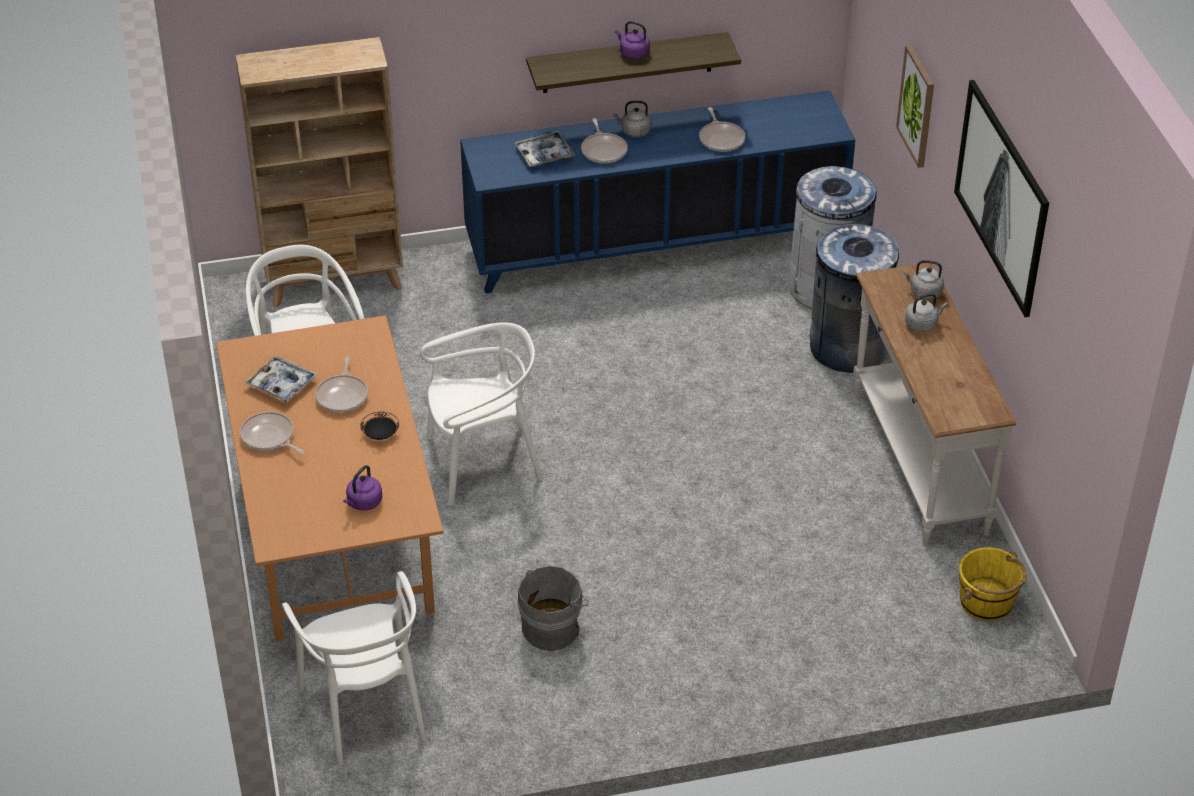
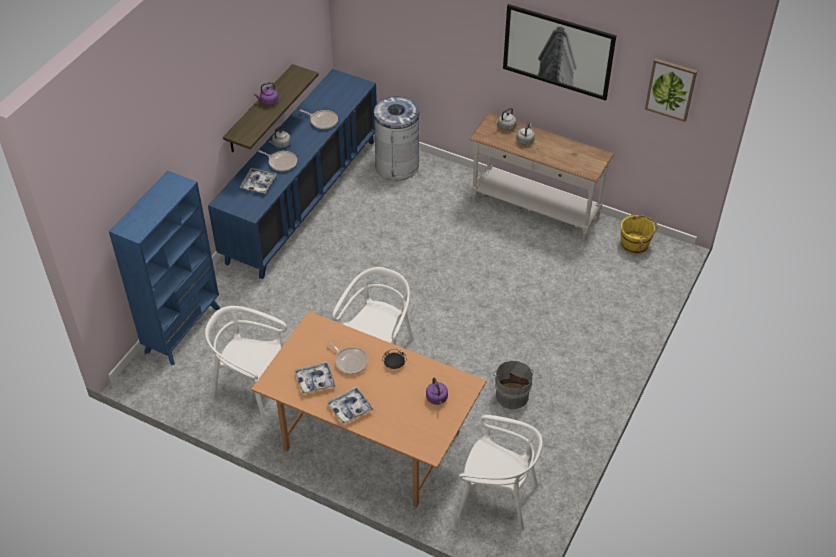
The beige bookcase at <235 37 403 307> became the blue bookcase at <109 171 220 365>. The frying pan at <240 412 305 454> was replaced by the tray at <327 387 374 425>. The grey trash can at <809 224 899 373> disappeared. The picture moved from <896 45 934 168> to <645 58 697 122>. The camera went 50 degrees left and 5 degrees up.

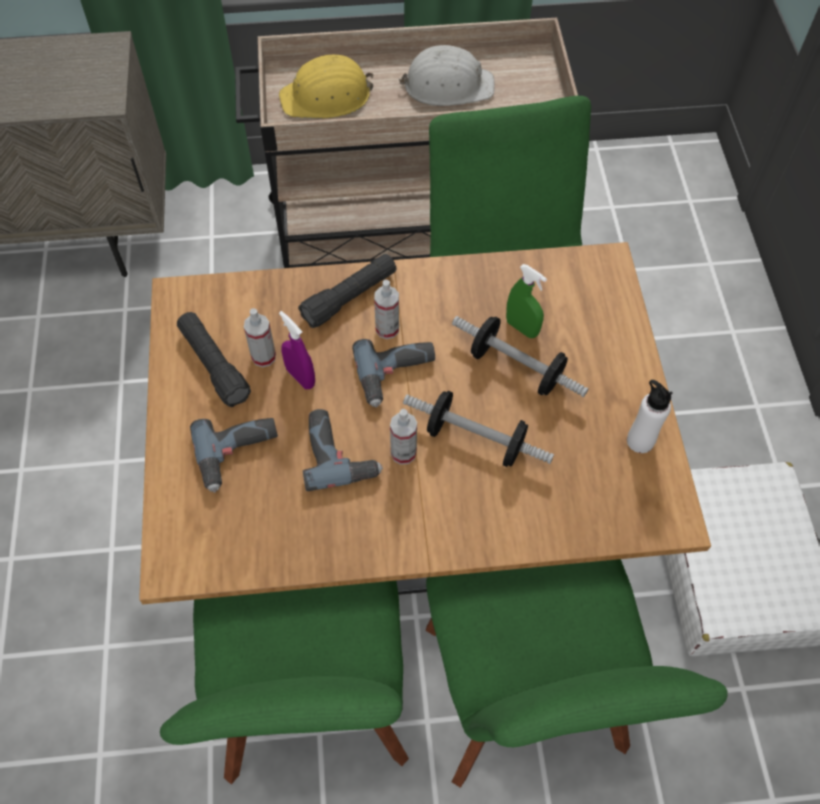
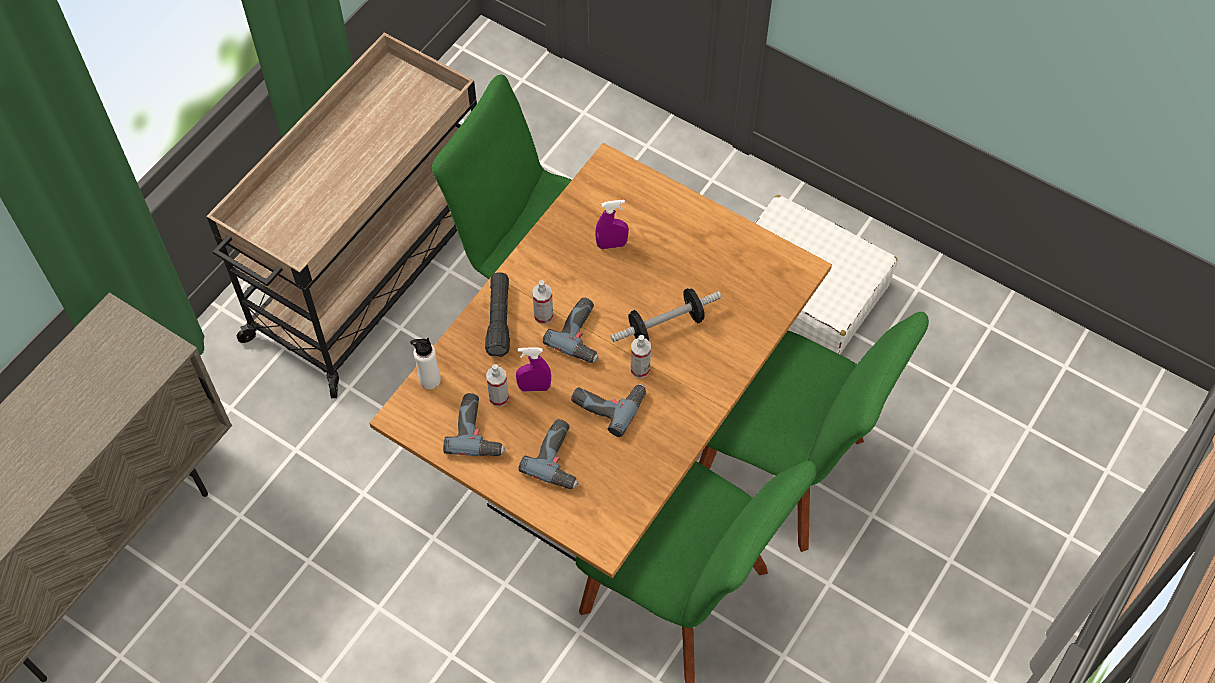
The black flashlight at <177 312 251 407> was replaced by the power drill at <443 393 506 456>. The yellow hard hat at <279 55 374 119> disappeared. The white hard hat at <399 45 495 106> disappeared. The dumbbell at <452 316 589 397> disappeared. The green spray bottle at <506 264 547 338> became the purple spray bottle at <595 200 629 249>. The white bottle moved from <627 380 672 453> to <410 338 441 389>. The camera went 50 degrees left and 0 degrees up.

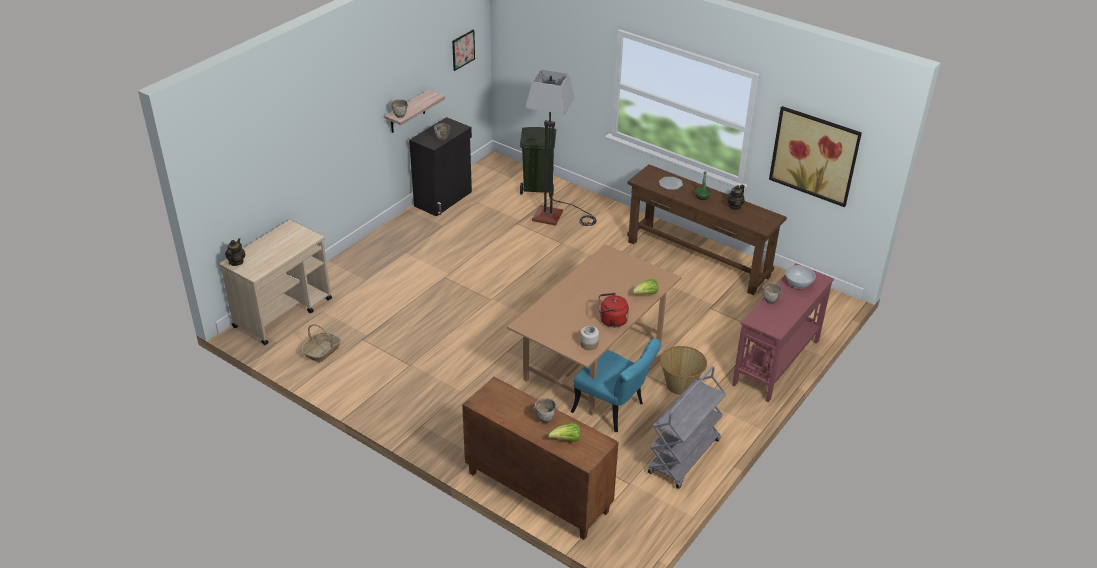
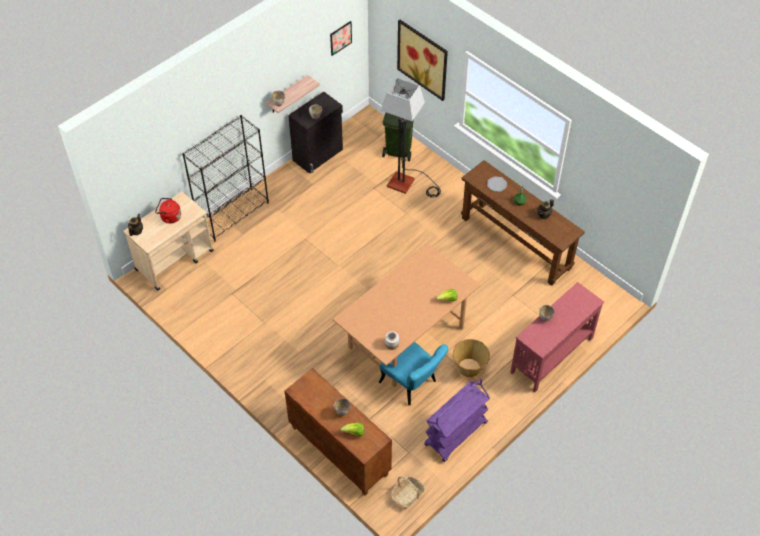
The basket moved from <301 324 341 363> to <391 476 425 509>. The red kettle moved from <599 293 629 327> to <155 198 181 224>. The grey cart at <647 366 726 489> became the purple cart at <424 379 490 462>. The picture moved from <769 106 862 207> to <397 20 448 101>. The white bowl at <785 265 816 289> disappeared. The black bookcase at <182 115 269 242> appeared. The camera went 10 degrees right and 15 degrees up.

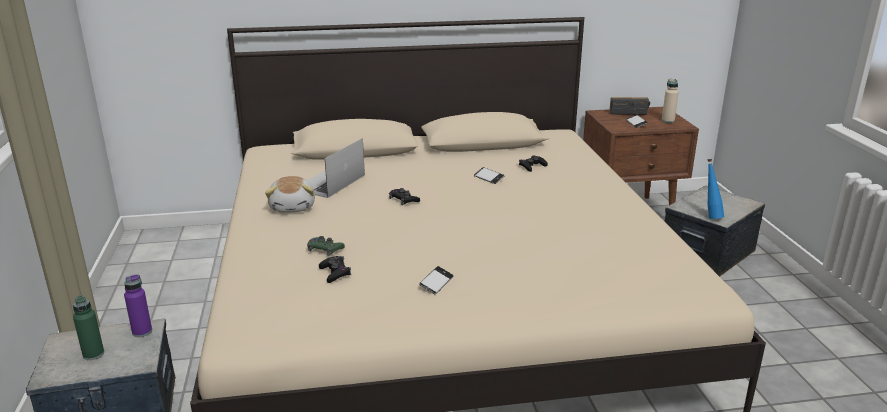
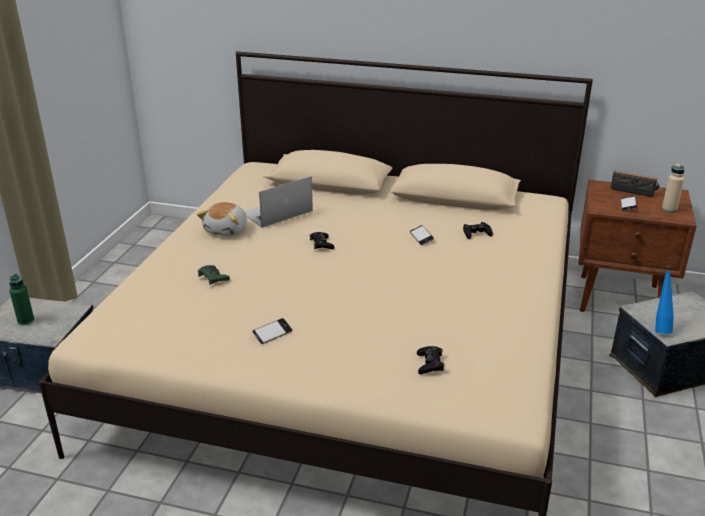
The purple bottle at <124 274 152 337> disappeared. The black game controller moved from <319 256 351 283> to <417 346 444 374>. The camera went 25 degrees right and 5 degrees up.

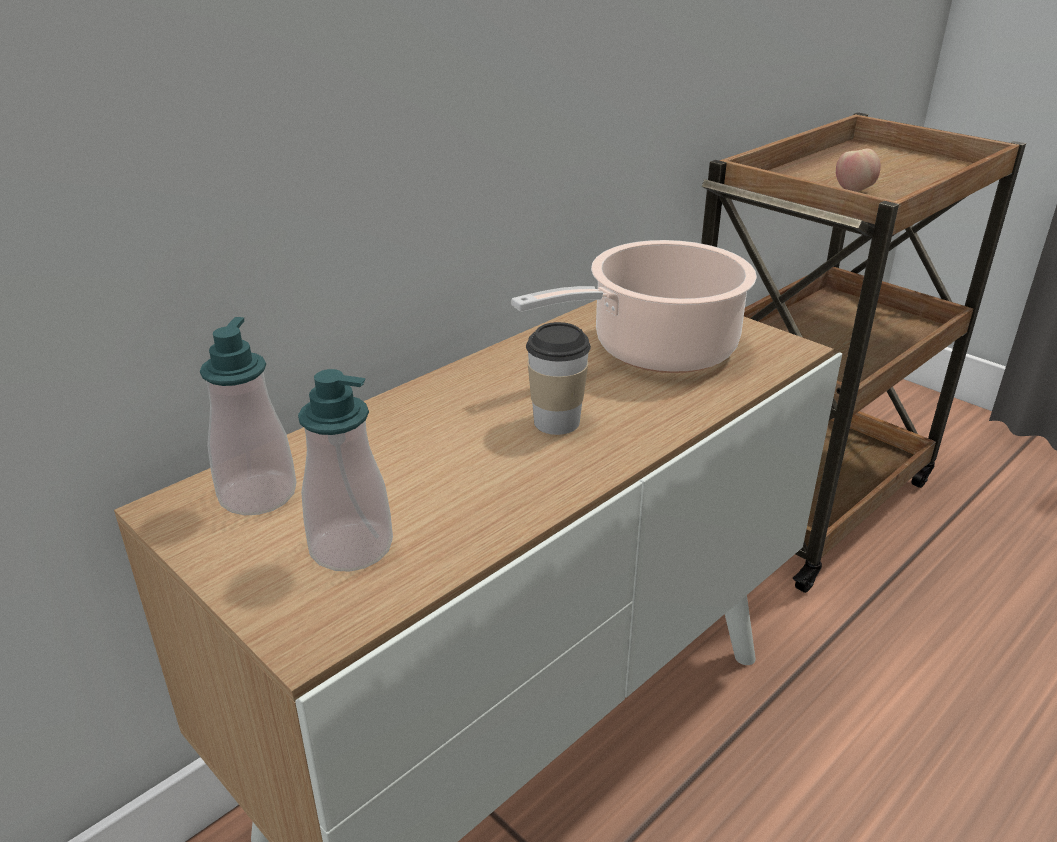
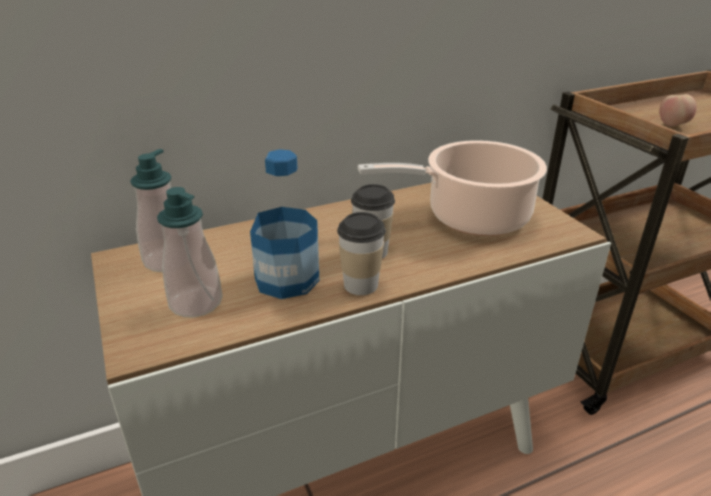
The bottle at <250 149 319 299> appeared. The cup at <337 212 386 295> appeared. The camera went 20 degrees right and 0 degrees up.

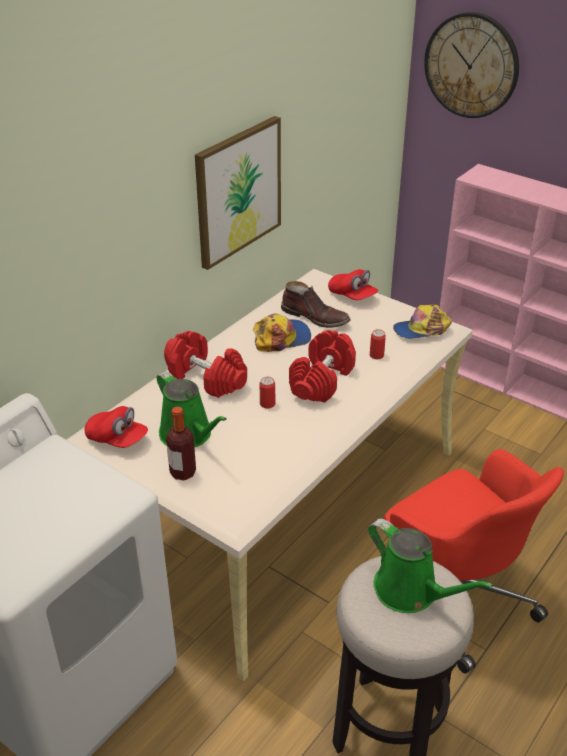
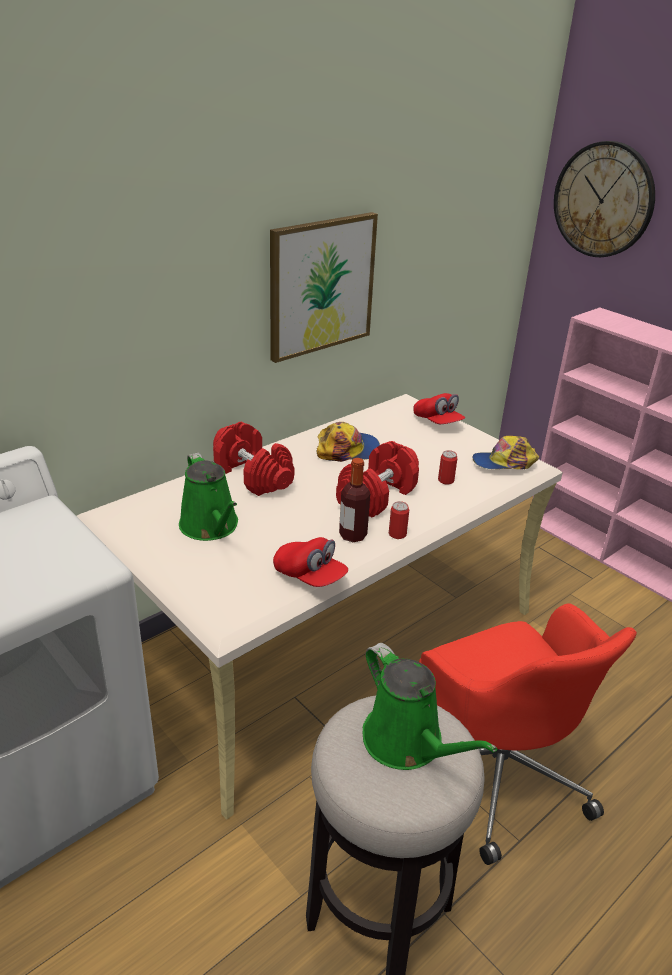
The red cap moved from <84 406 148 448> to <273 537 348 587>. The bottle moved from <166 407 196 480> to <339 458 370 542>. The can moved from <260 377 275 409> to <389 501 409 539>. The brown boot at <281 281 351 328> disappeared. The camera went 10 degrees right and 5 degrees down.

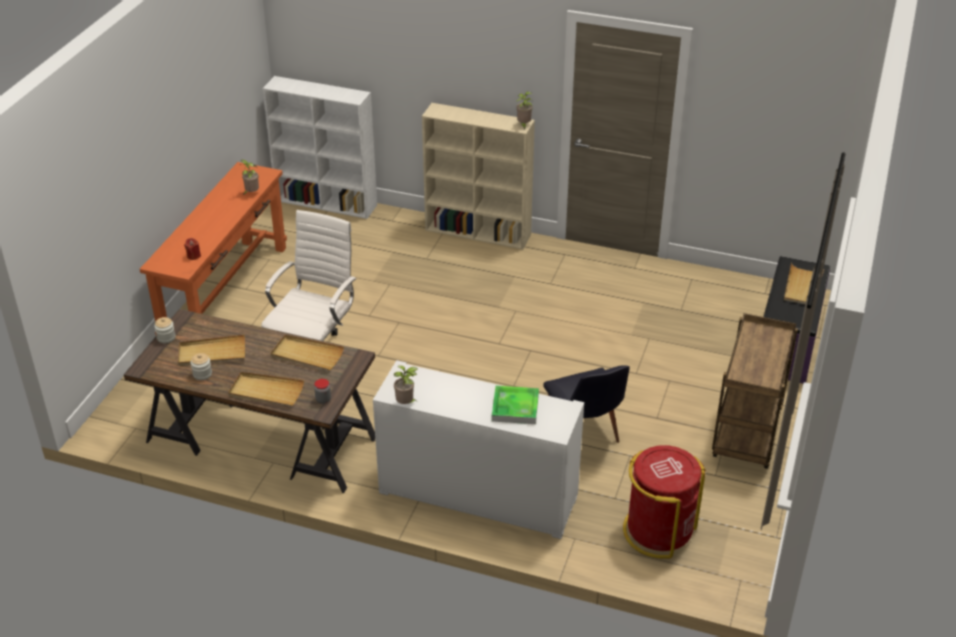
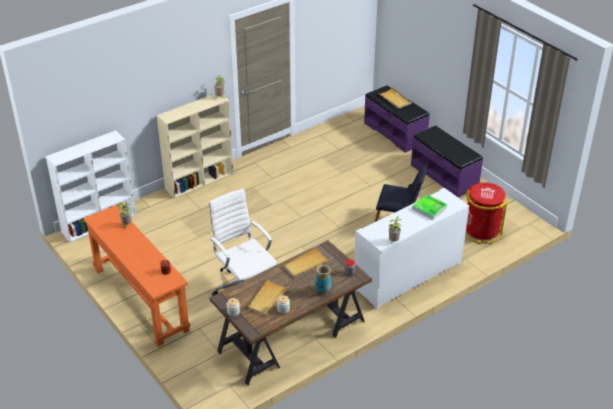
The beige tray at <228 372 304 406> was replaced by the vase at <315 265 332 293>. The brown cart at <712 313 798 469> was replaced by the purple bench at <411 125 483 198>. The camera went 55 degrees left and 0 degrees up.

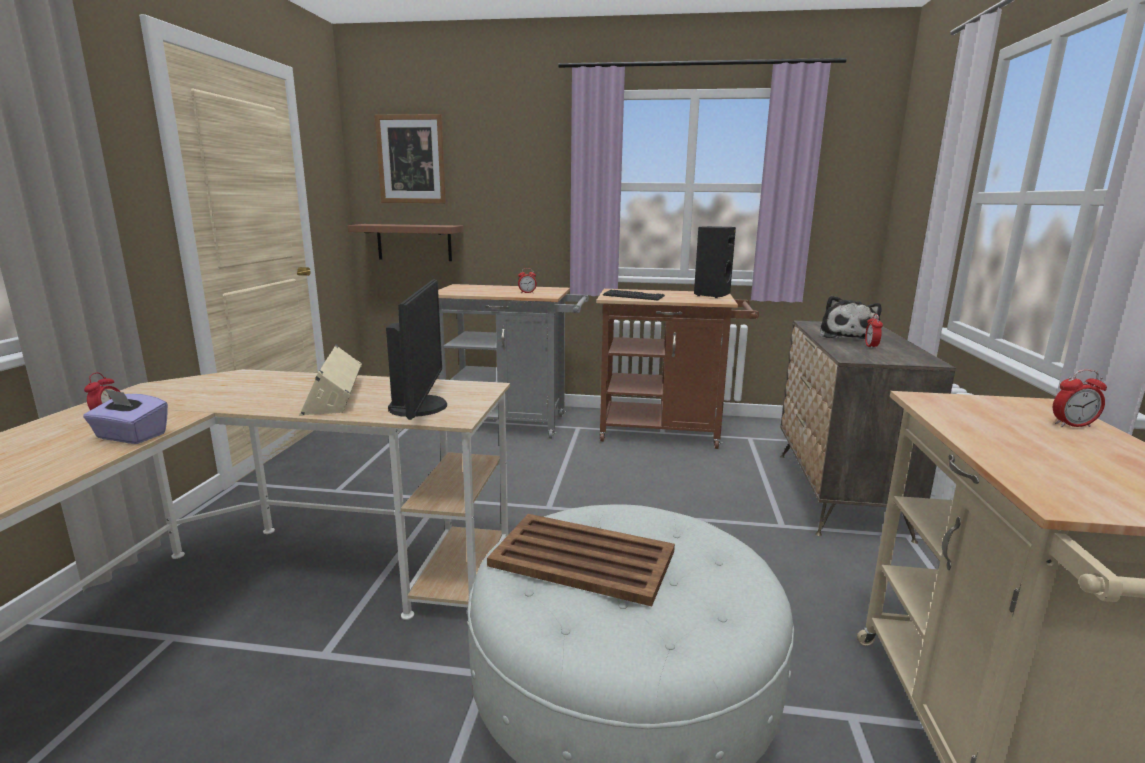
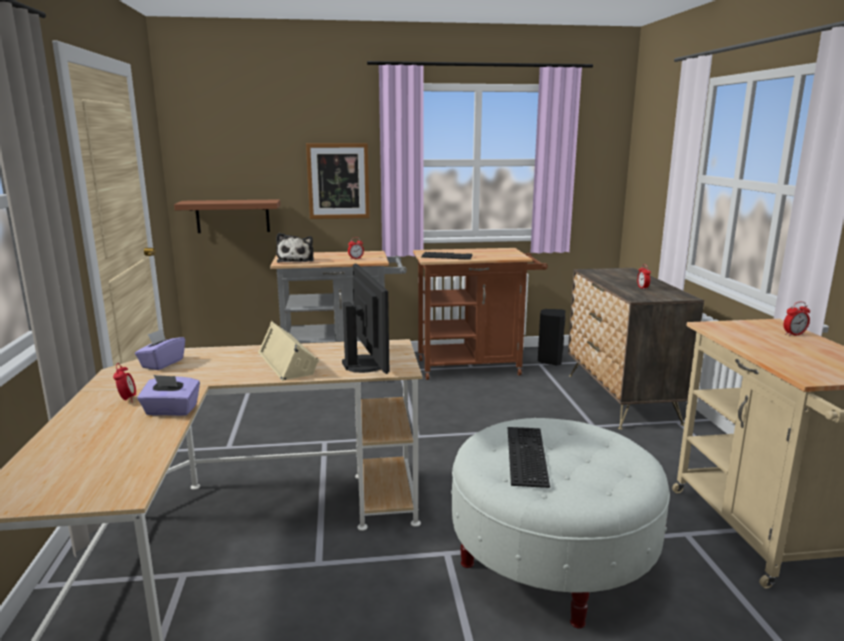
The picture moved from <375 114 446 203> to <306 143 370 219>. The brown tray at <487 514 675 606> was replaced by the keyboard at <508 427 550 488>. The black speaker moved from <694 226 736 298> to <538 309 565 365>. The plush toy moved from <820 296 882 339> to <276 233 314 263>. The purple tissue box at <135 329 185 370> appeared. The camera went 15 degrees left and 0 degrees up.

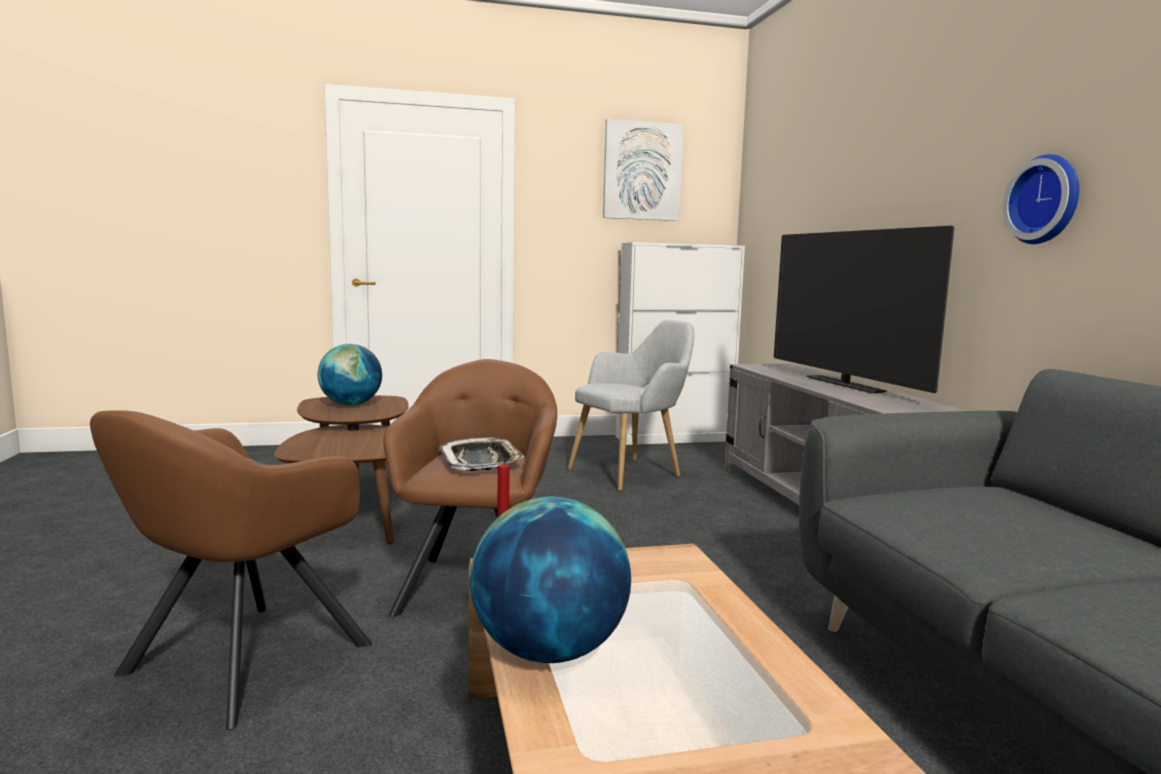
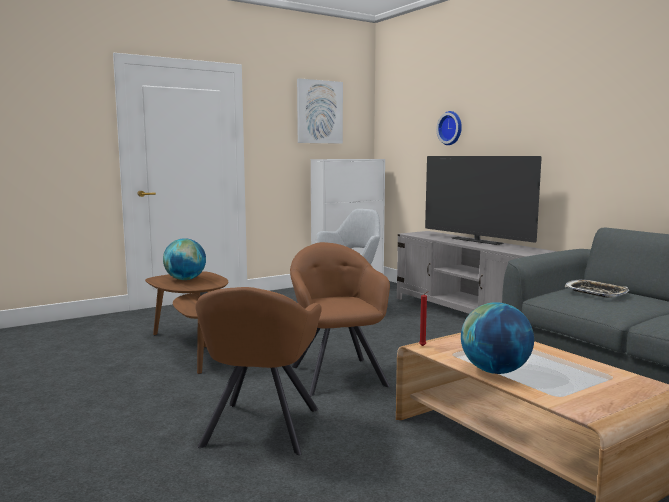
The tray moved from <440 437 525 471> to <565 279 629 298>. The wall clock moved from <1002 154 1079 244> to <436 111 462 145>. The camera went 20 degrees left and 0 degrees up.

